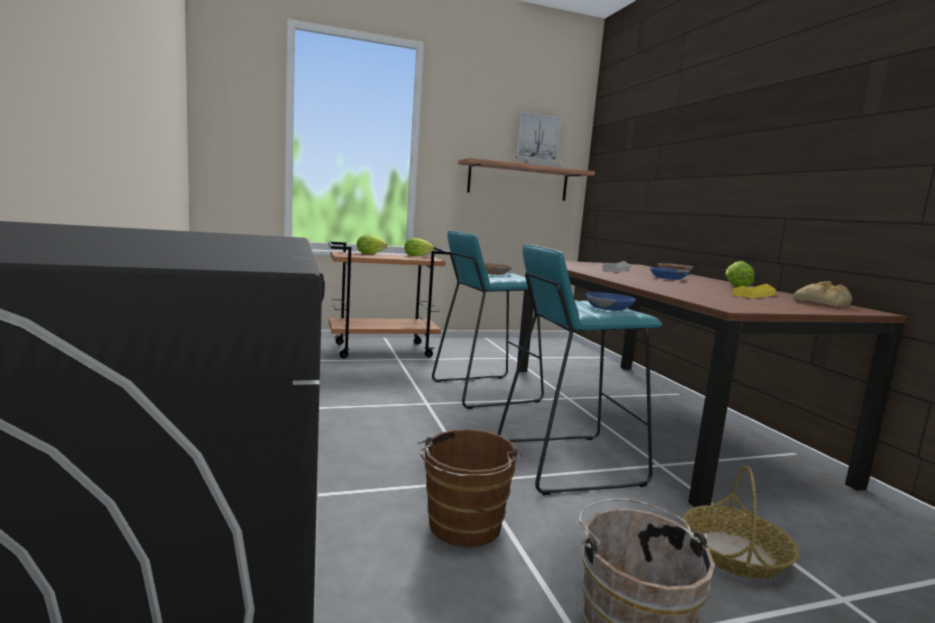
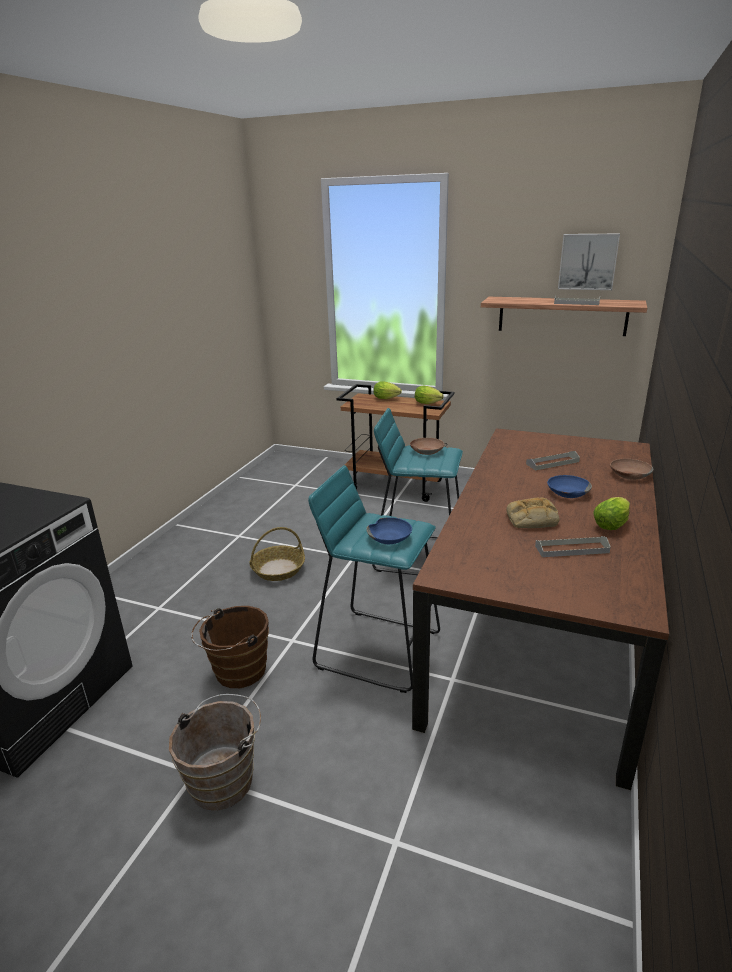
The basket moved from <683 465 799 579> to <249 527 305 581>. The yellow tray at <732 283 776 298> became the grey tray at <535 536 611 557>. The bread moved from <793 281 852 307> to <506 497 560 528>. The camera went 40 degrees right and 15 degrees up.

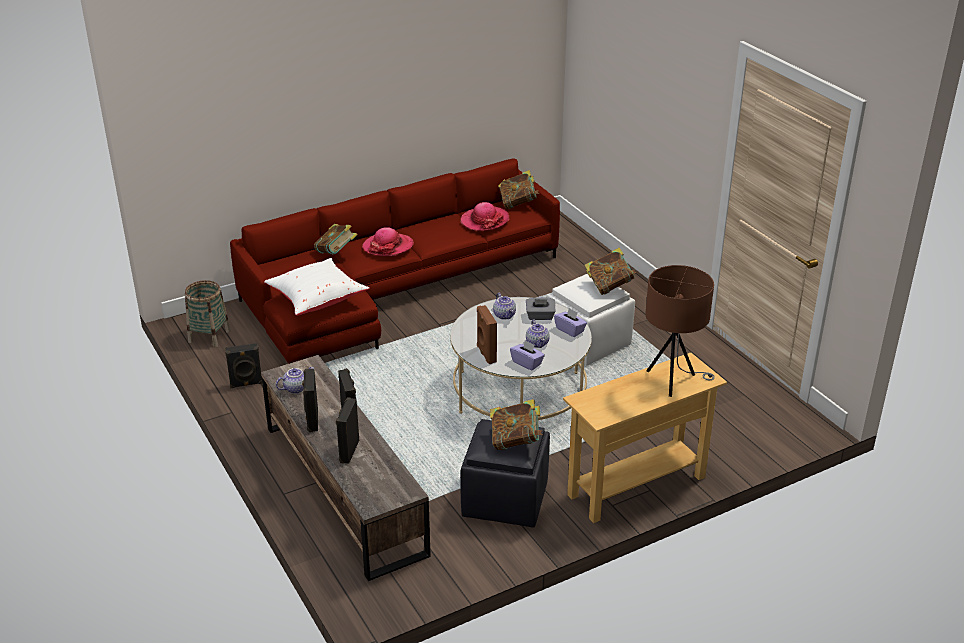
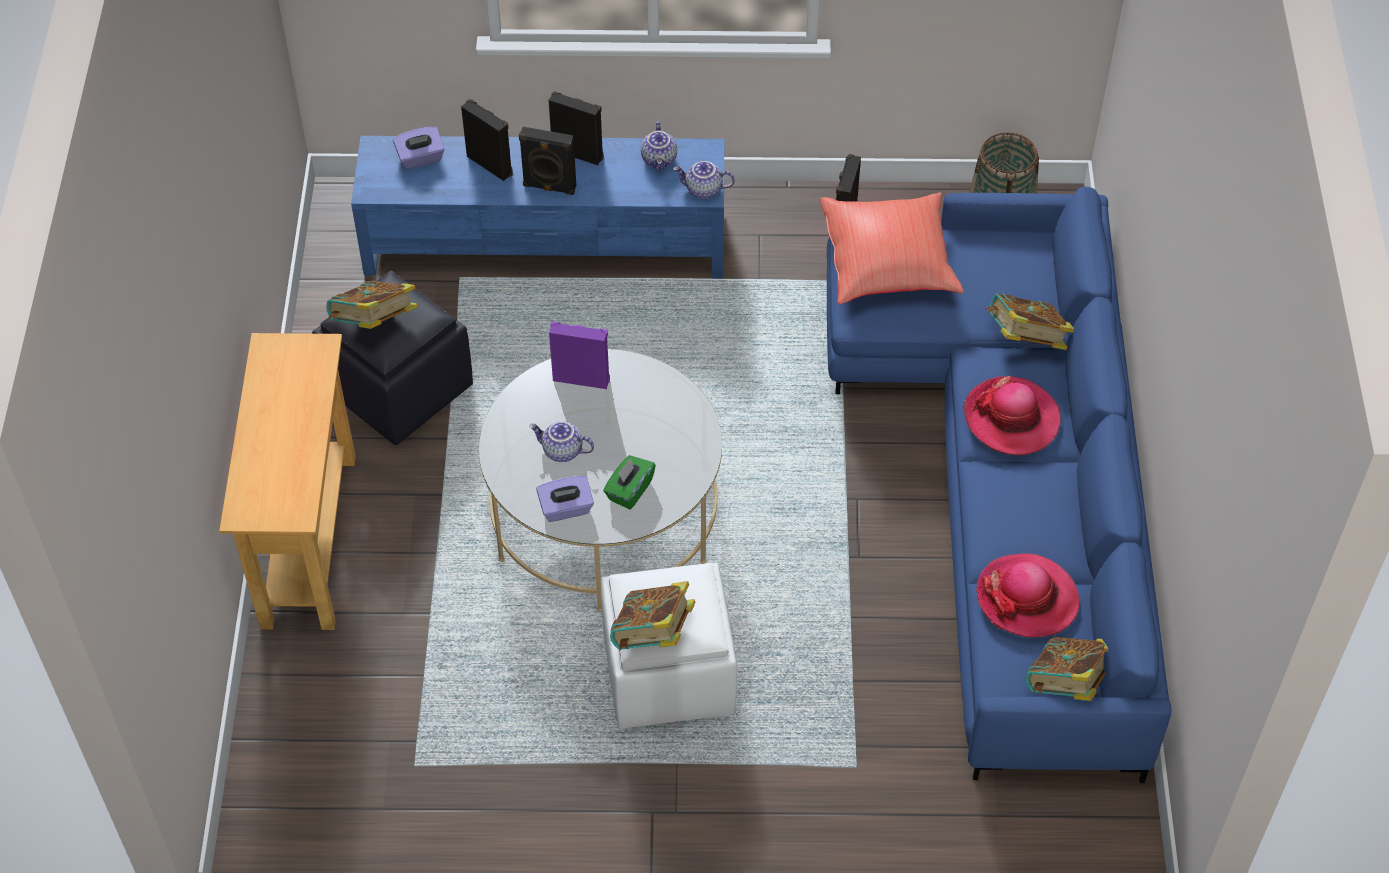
The red sofa at <230 158 560 364> became the blue sofa at <827 186 1172 783>. The brown tv stand at <261 355 431 581> became the blue tv stand at <351 136 724 279>. The white pillow at <264 258 369 316> became the red pillow at <820 192 964 304>. The brown speaker at <477 305 497 364> became the purple speaker at <549 322 610 389>. The teapot moved from <493 293 516 320> to <673 161 735 199>. The purple tissue box moved from <510 340 545 370> to <393 127 445 169>. The grey tissue box at <526 297 556 320> became the green tissue box at <603 455 656 510>. The brown table lamp at <645 265 715 397> disappeared. The camera went 120 degrees right and 20 degrees up.

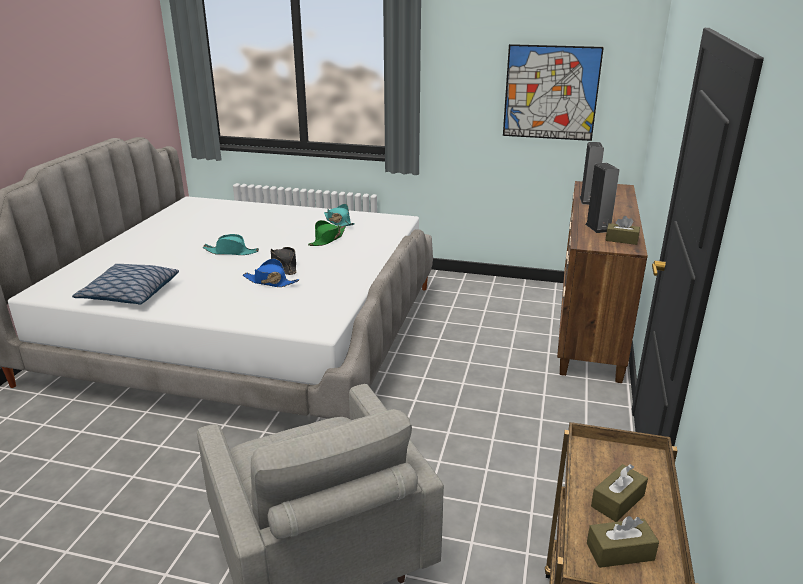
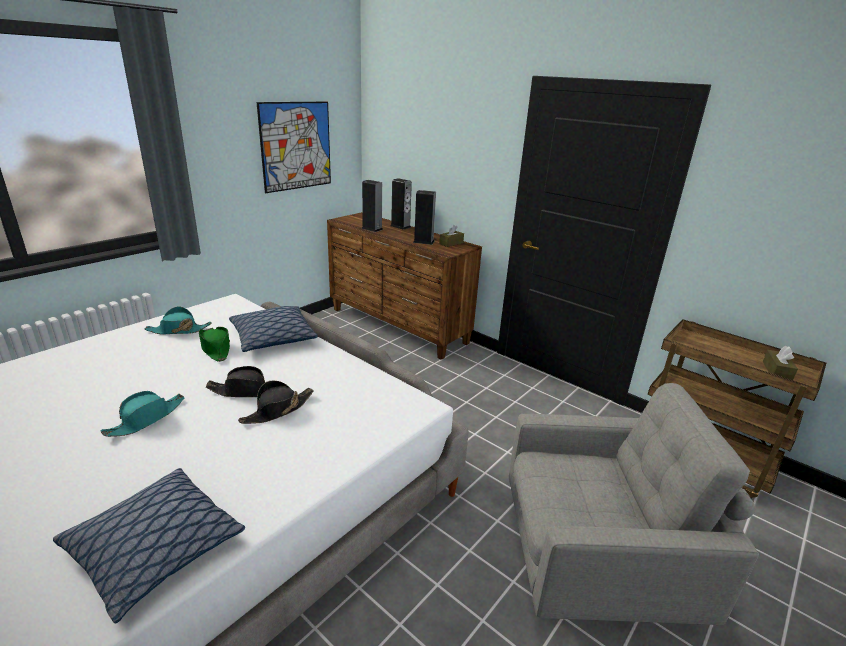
The blue hat at <243 259 299 287> became the black hat at <238 380 314 424>. The brown tissue box at <591 464 648 522> disappeared. The pillow at <229 306 318 352> appeared. The speaker at <390 178 412 230> appeared. The camera went 65 degrees left and 0 degrees up.

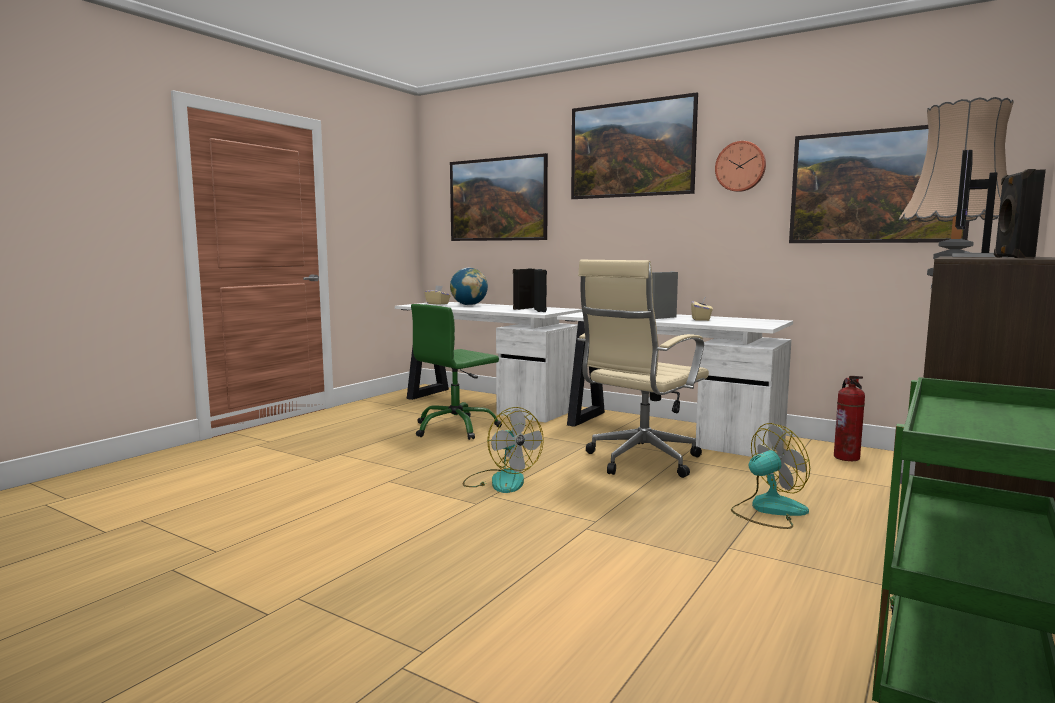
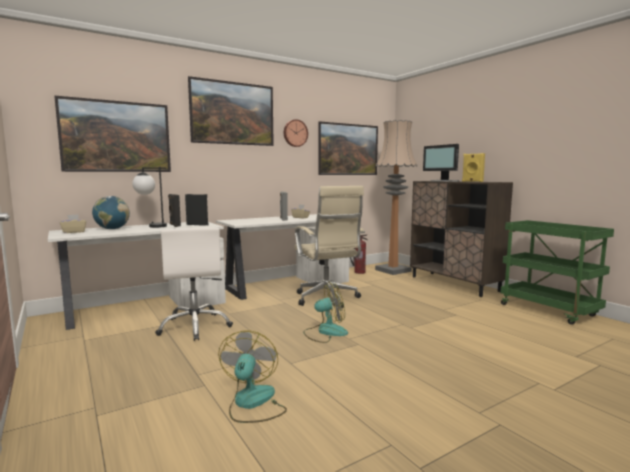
The green office chair at <411 304 502 440> became the white office chair at <155 228 233 341>. The fan moved from <731 423 810 529> to <218 331 287 423>. The black speaker at <994 169 1046 258> became the yellow speaker at <462 153 485 182>. The table lamp at <132 167 167 228> appeared. The camera went 65 degrees left and 0 degrees up.

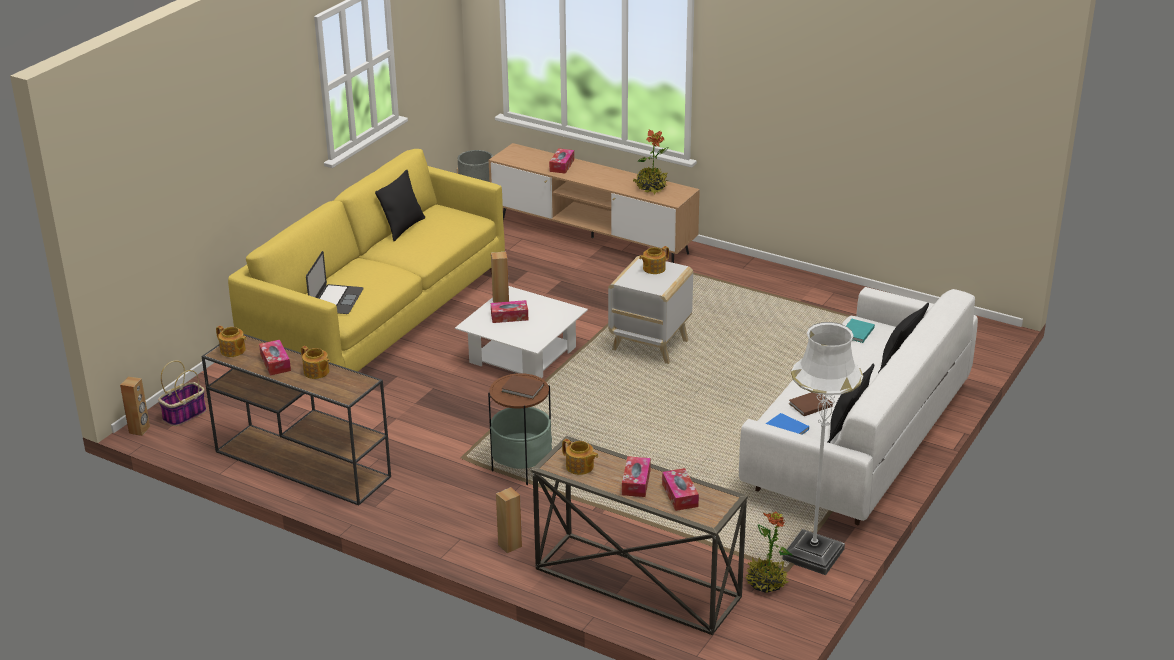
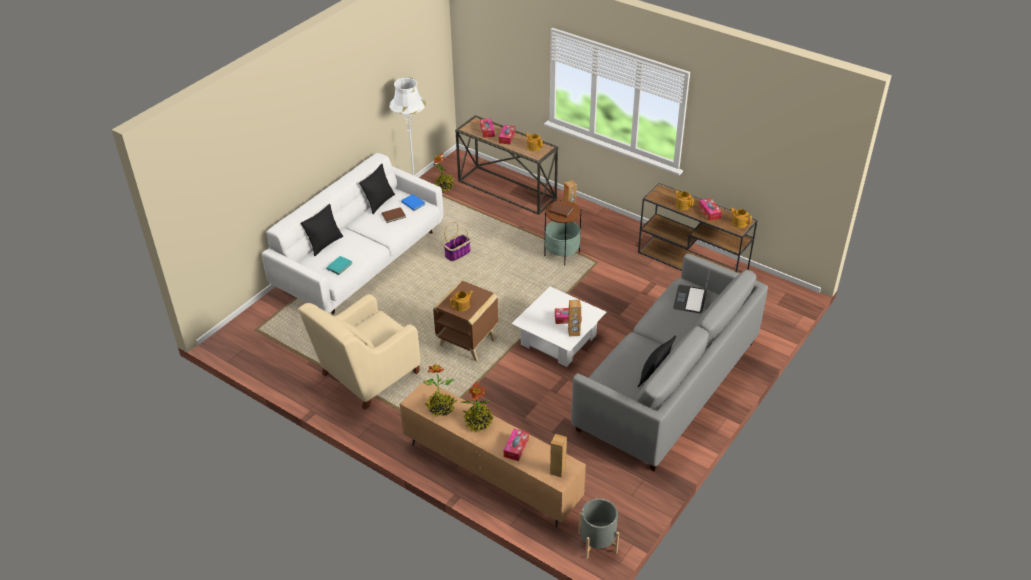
The brown speaker moved from <120 377 150 436> to <550 434 567 477>. The basket moved from <158 361 206 426> to <443 222 471 261>. The yellow sofa at <228 149 505 372> became the grey sofa at <571 254 768 471>. The white side table at <608 255 693 364> became the brown side table at <433 280 498 361>. The beige armchair at <298 294 421 410> appeared. The potted plant at <460 381 493 432> appeared. The camera went 175 degrees left and 10 degrees up.

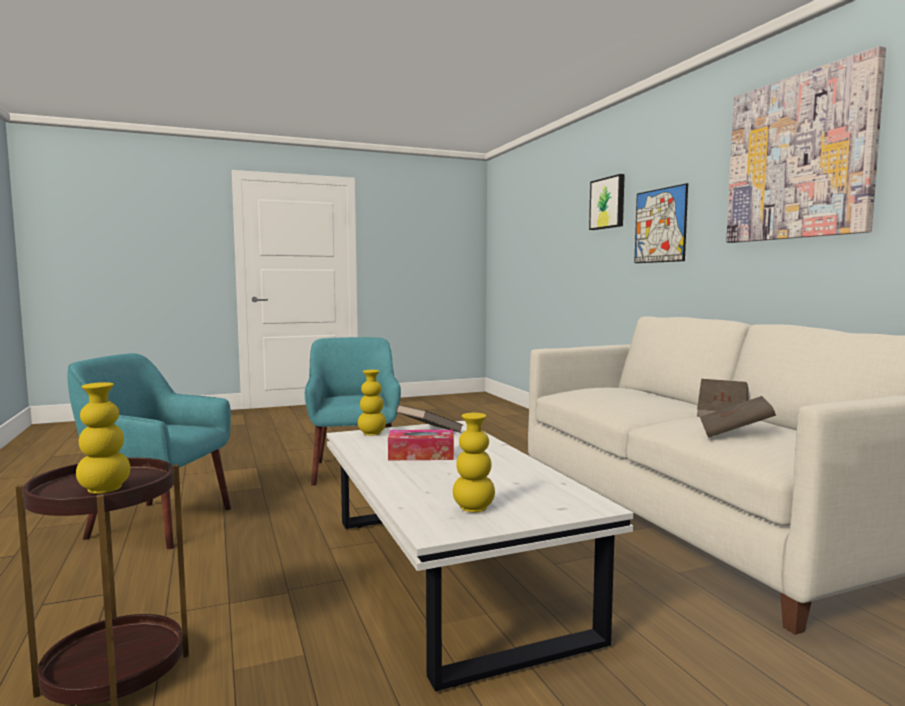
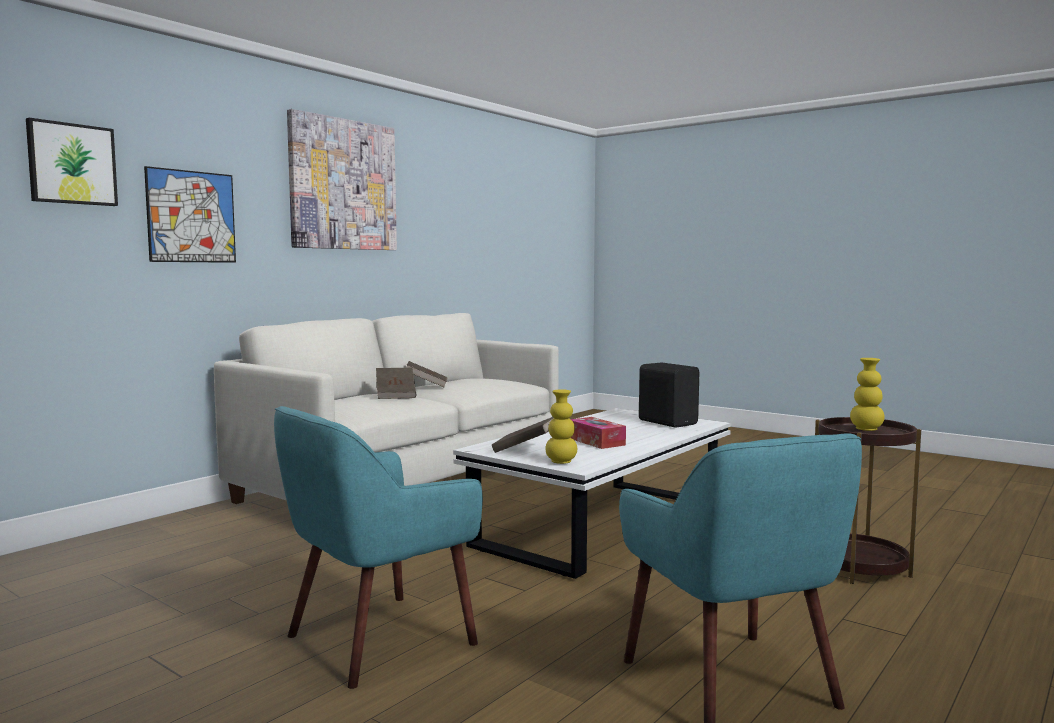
The yellow vase at <453 413 495 512> was replaced by the black speaker at <639 362 699 428>. The brown book moved from <700 396 776 438> to <376 368 416 399>. The camera went 120 degrees left and 0 degrees up.

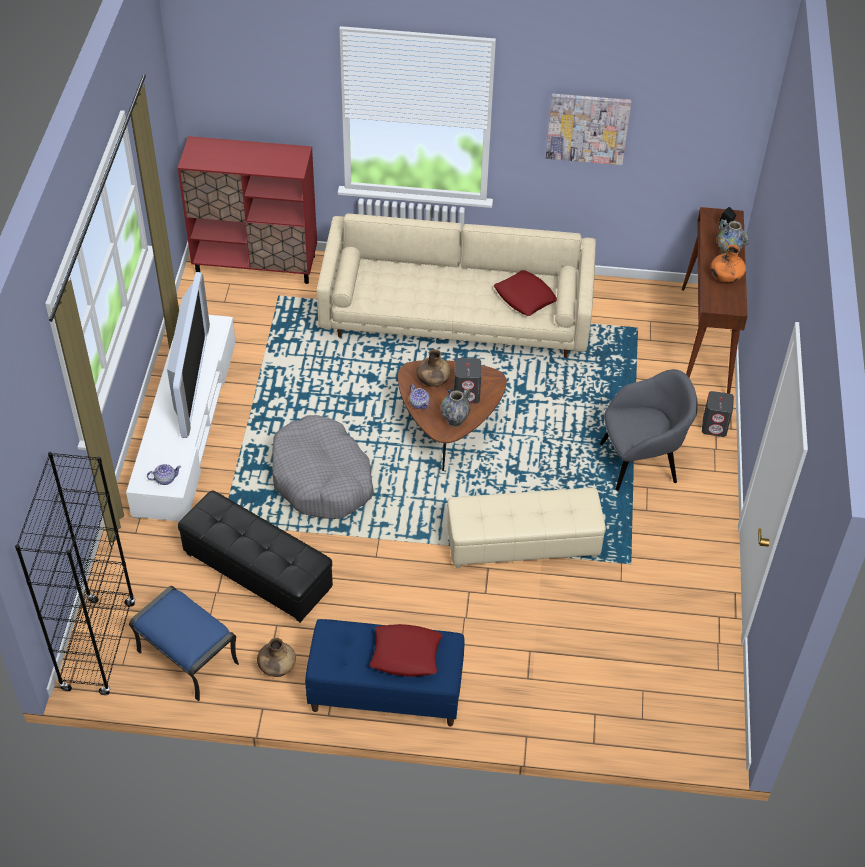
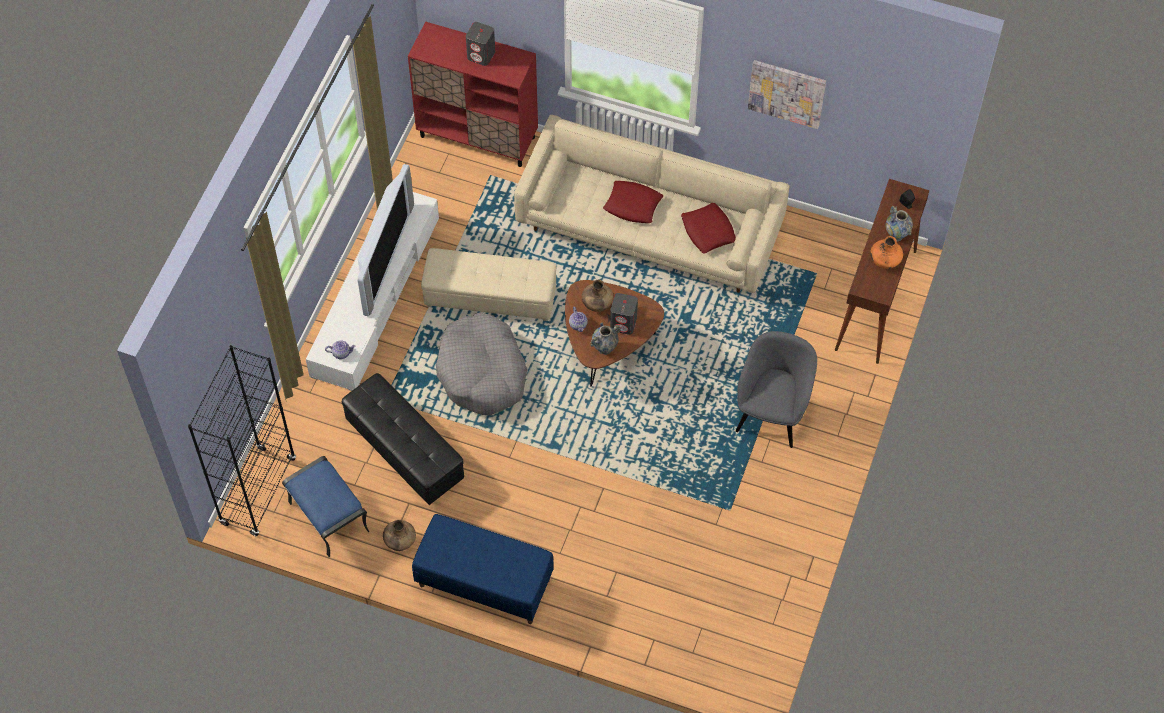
The red pillow moved from <370 624 443 677> to <603 181 663 223>. The beige ottoman moved from <447 488 606 568> to <421 248 556 321>. The grey armchair at <600 369 698 491> turned 75 degrees counterclockwise. The grey speaker moved from <702 391 734 437> to <466 22 495 66>. The camera went 15 degrees right and 10 degrees up.

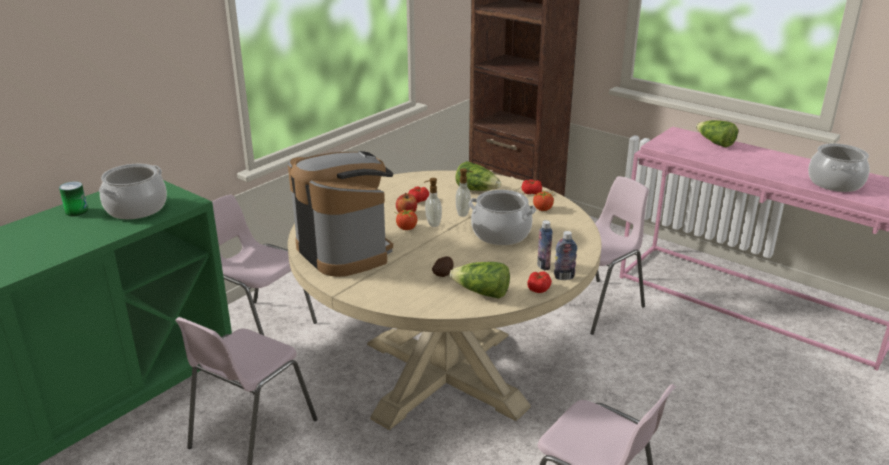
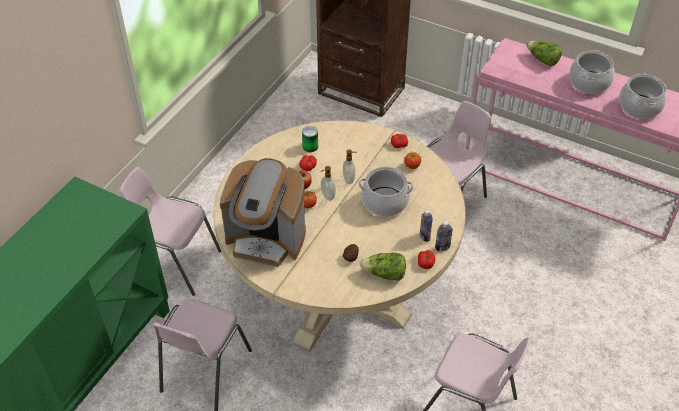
The can moved from <59 181 88 216> to <302 126 318 152>. The cooking pot moved from <99 164 167 219> to <569 50 614 94>. The coffee machine at <288 151 393 277> turned 150 degrees clockwise. The lettuce at <456 161 501 191> disappeared. The camera went 10 degrees left and 20 degrees up.

